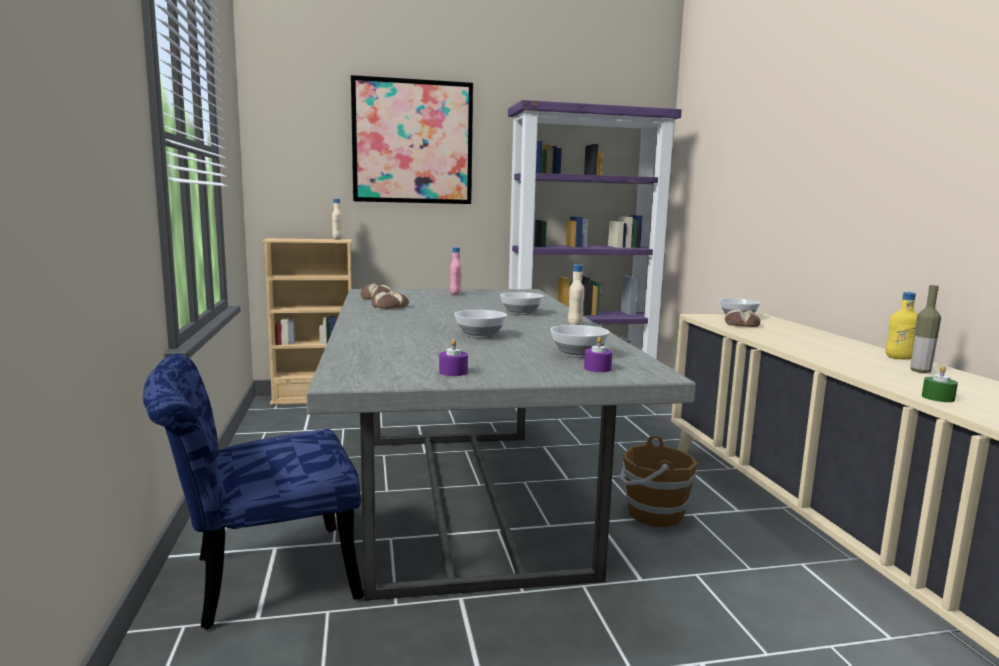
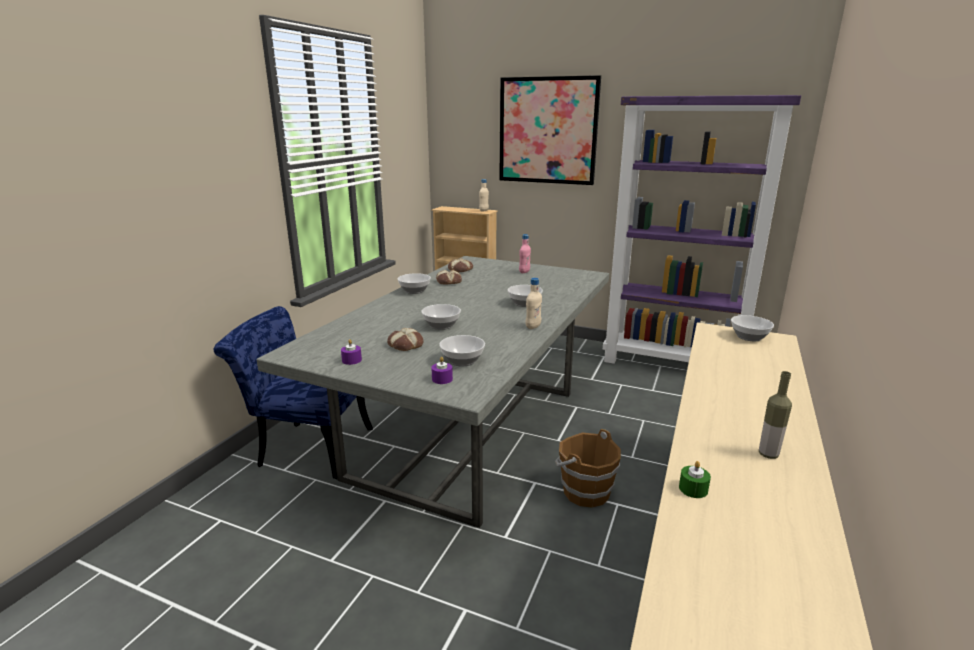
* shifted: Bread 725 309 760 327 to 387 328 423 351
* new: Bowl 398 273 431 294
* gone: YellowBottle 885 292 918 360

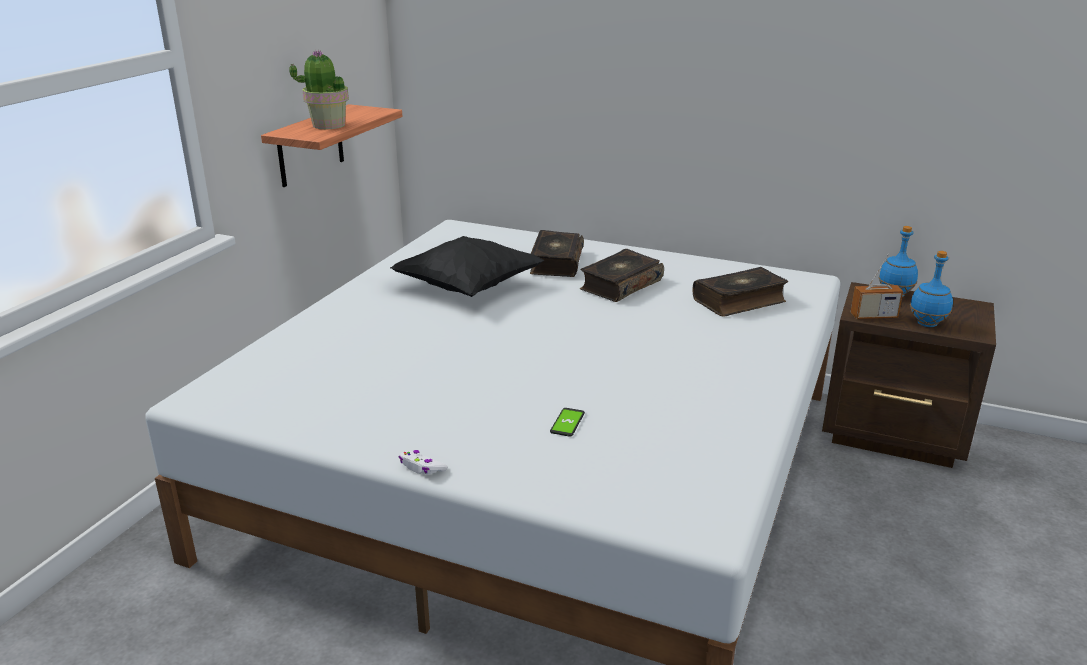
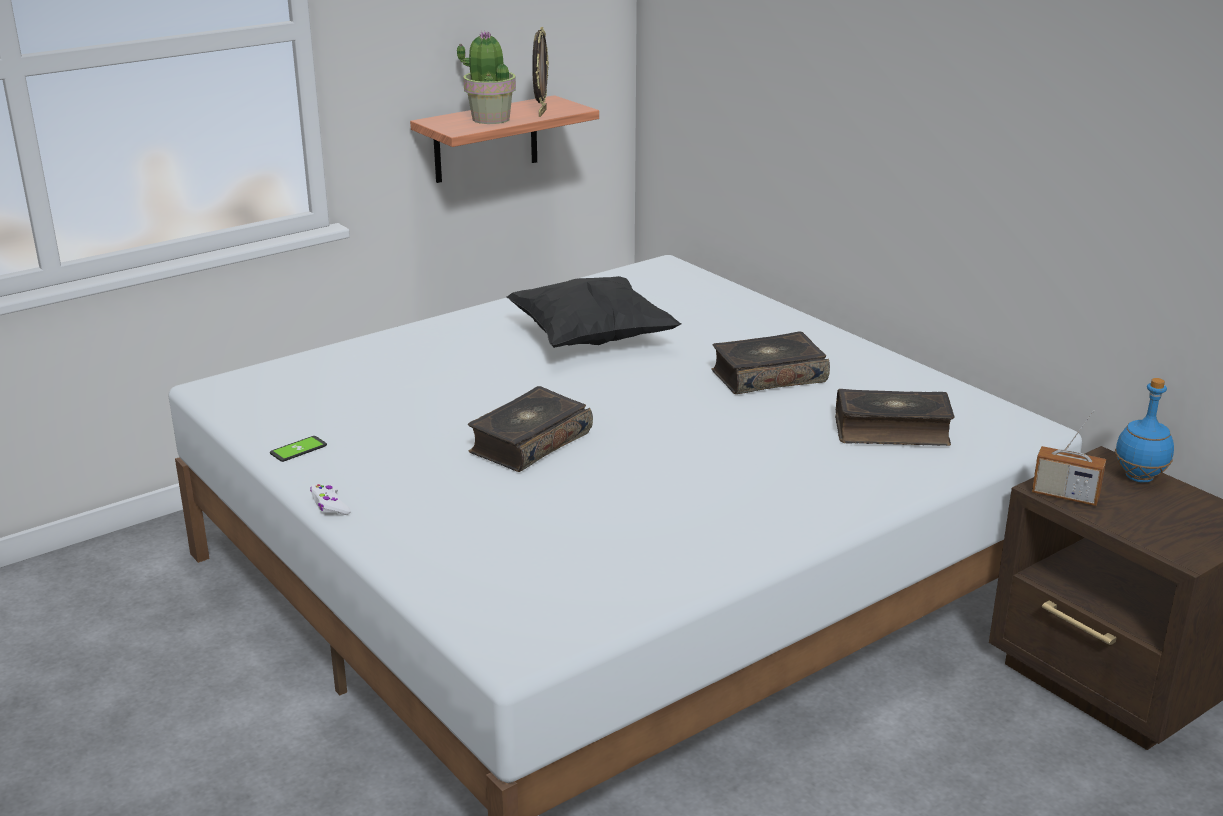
* shifted: Phone 550 408 585 437 to 270 436 327 462
* shifted: Book 530 230 584 277 to 468 386 593 472
* new: PictureFrame 532 27 549 117
* gone: BlueBottle 910 251 953 327

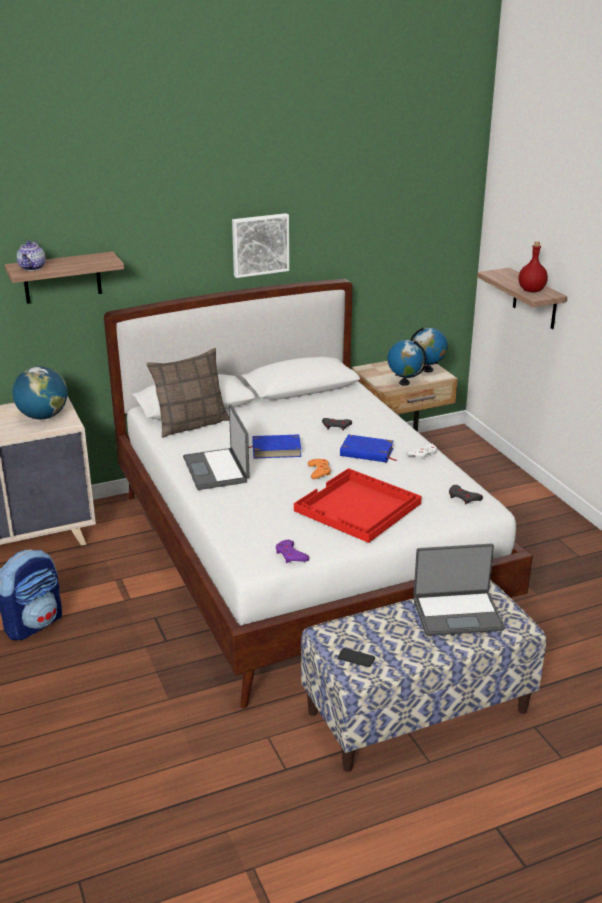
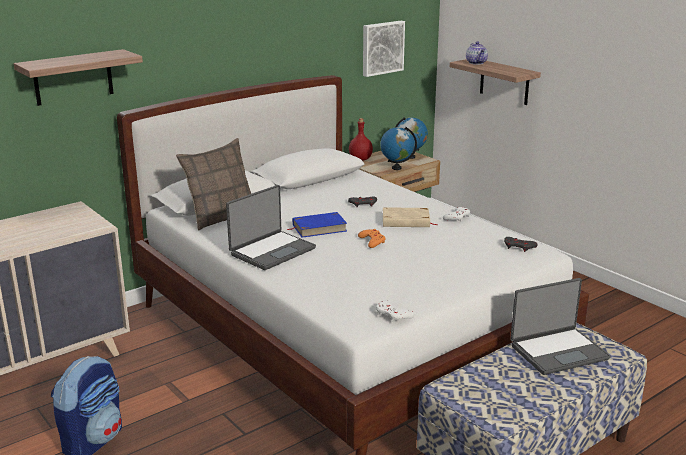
* rotated: Laptop 183 405 250 490 = 226 185 316 270 105 degrees counterclockwise
* shifted: RedBottle 519 241 548 292 to 349 118 373 161
* shifted: Picture 232 213 289 278 to 363 21 405 77
* repainted: PurpleGameController 276 540 309 563 to WhiteGameController 376 300 414 322
* repainted: BlueBook 340 434 396 462 to BeigeBook 383 207 438 227
* shifted: Teapot 17 241 46 271 to 466 41 488 65
* gone: Globe 12 366 67 419
* gone: RedTray 294 468 422 543
* gone: Phone 338 648 375 667

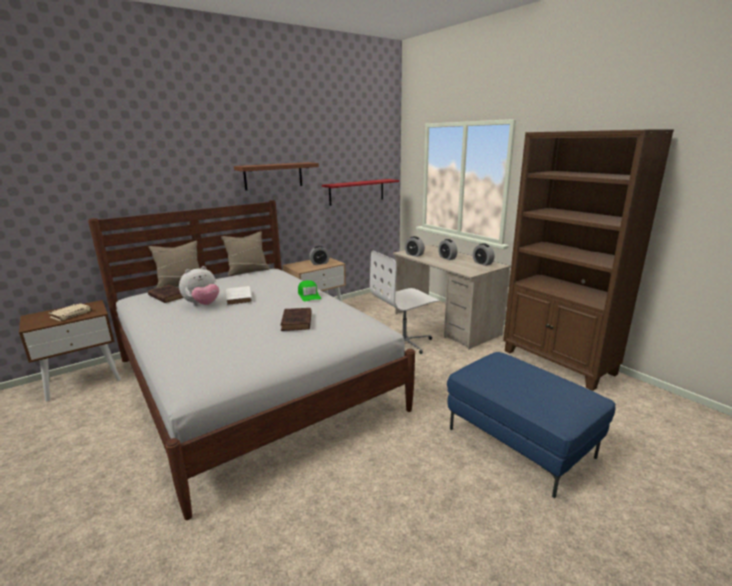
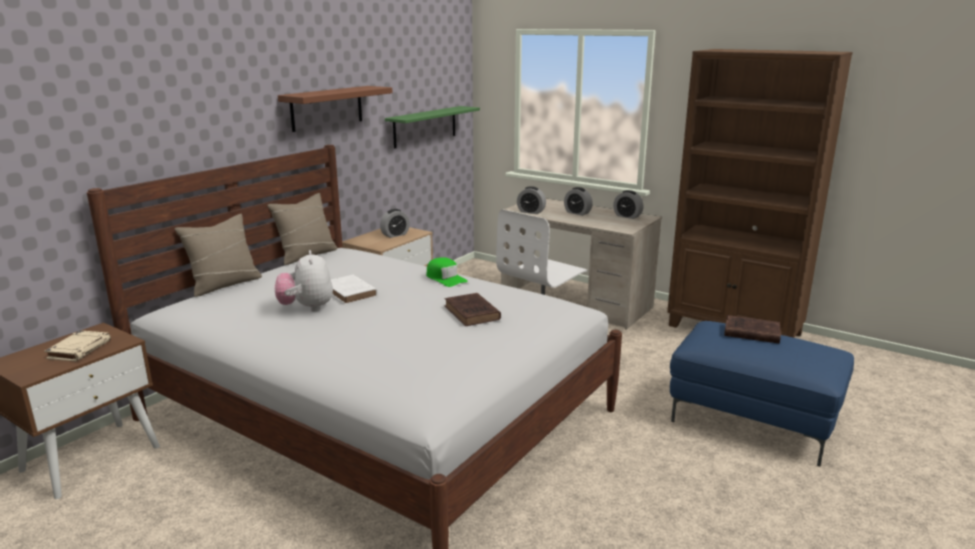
* rotated: PlushToy 179 266 219 306 = 274 250 333 311 135 degrees clockwise
* repainted: RedShelf 322 179 399 206 to GreenShelf 385 106 480 149
* shifted: BrownBook 148 285 184 303 to 724 315 781 344

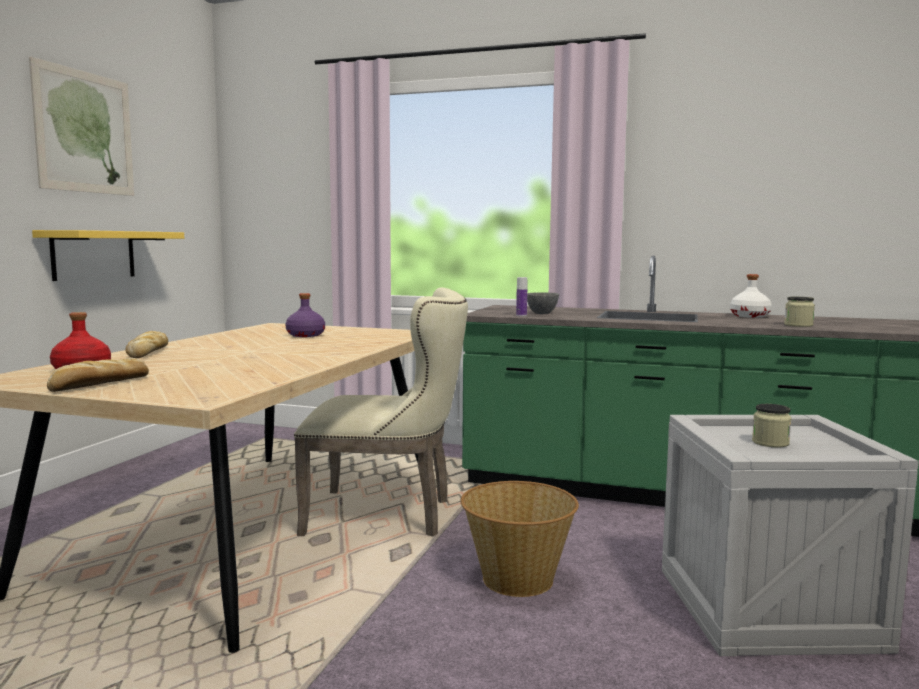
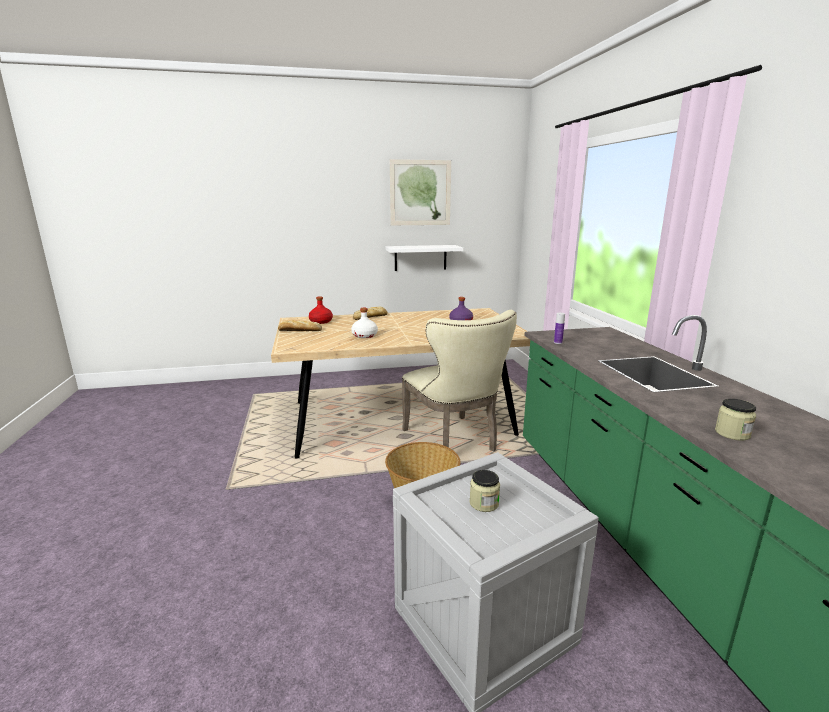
* shifted: WhiteBottle 730 274 772 318 to 351 308 378 338
* repainted: YellowShelf 32 230 184 281 to WhiteShelf 385 245 463 271
* gone: GreyBowl 527 292 559 314

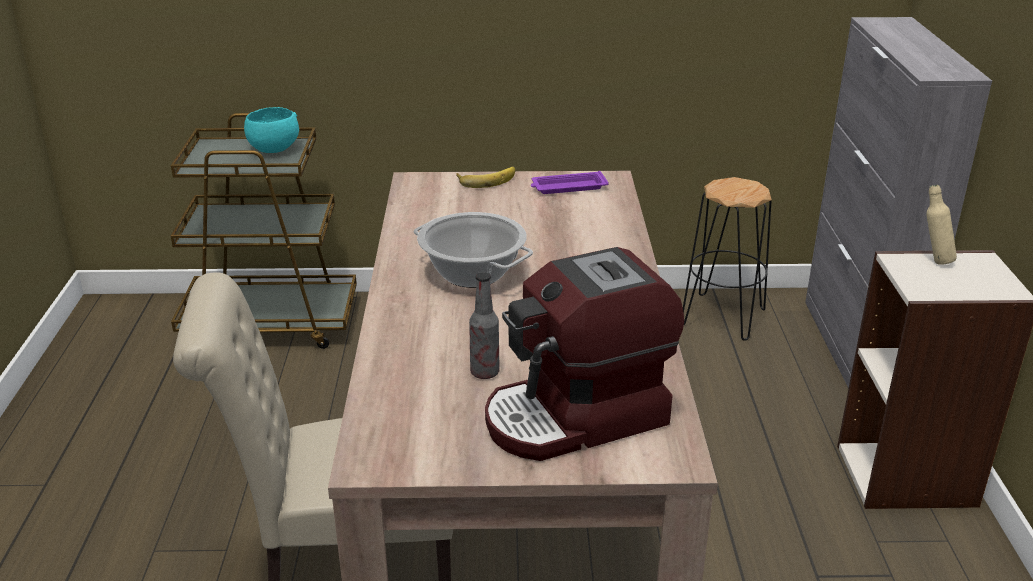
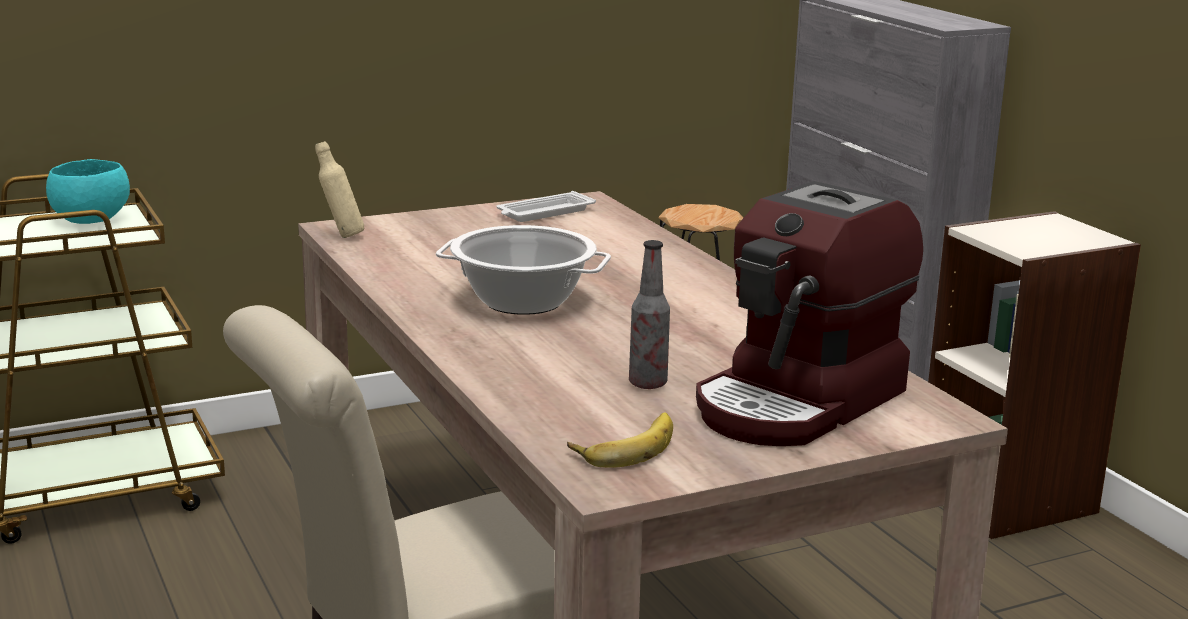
* shifted: BeigeBottle 927 185 957 265 to 315 141 364 238
* repainted: PurpleTray 531 171 609 194 to WhiteTray 496 191 596 222
* shifted: Banana 456 167 515 188 to 567 412 673 468

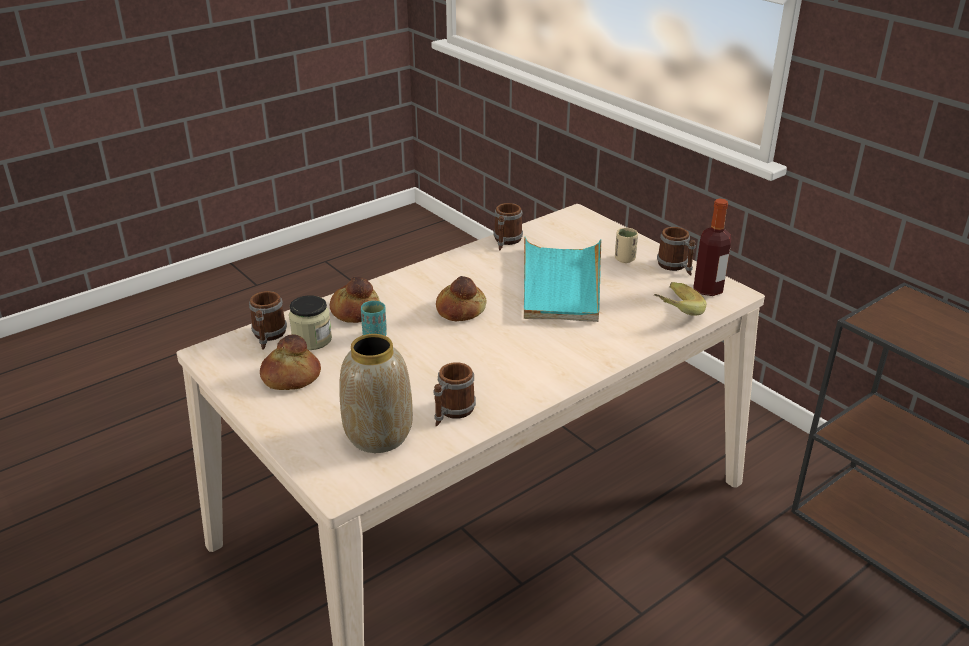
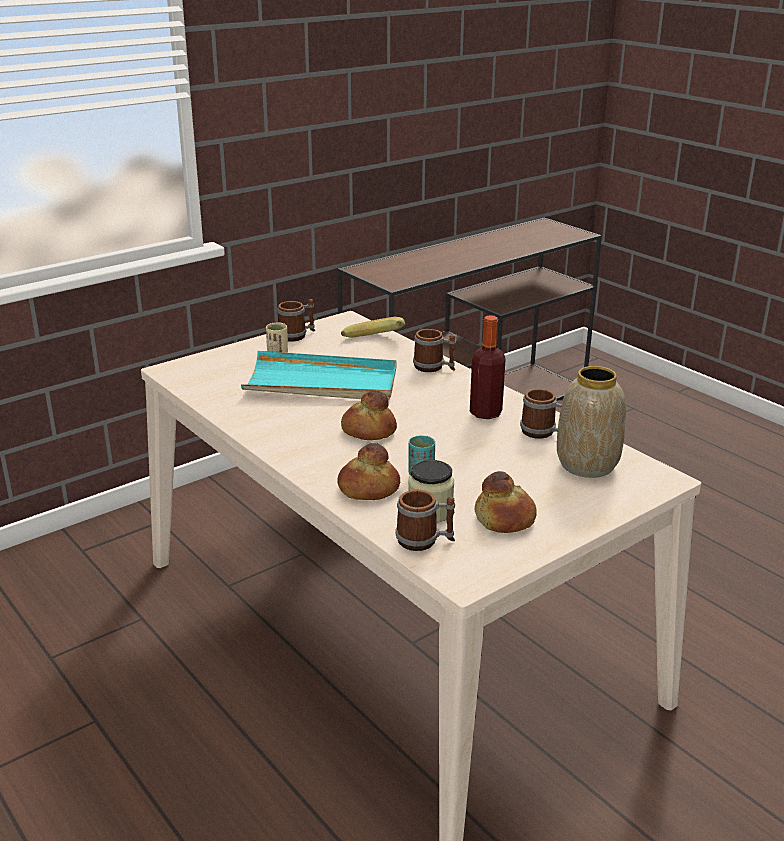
* shifted: Mug 494 203 523 251 to 413 329 455 372
* shifted: Bottle 693 198 732 296 to 470 315 506 419

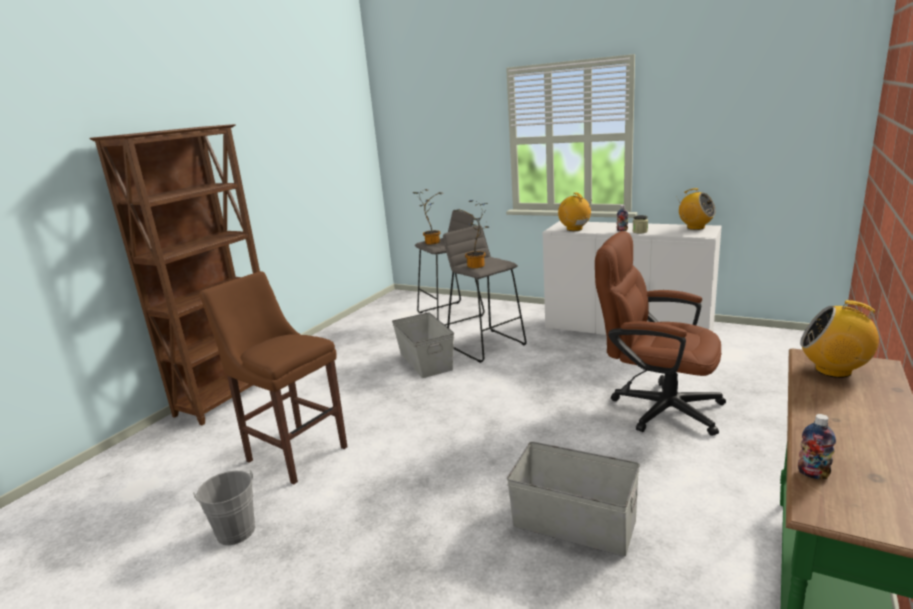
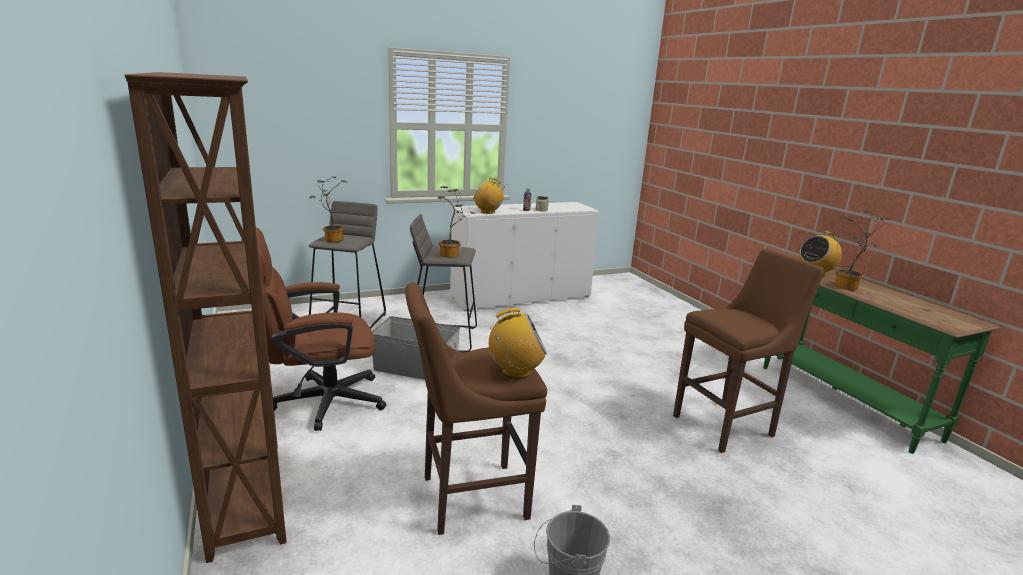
* shifted: BrownOfficeChair 595 231 726 436 to 241 227 386 431
* shifted: Radio 677 188 716 230 to 489 308 547 379
* swapped: GreyStorageBox 507 441 640 556 to BrownStool 673 249 824 453
* new: PottedPlant 835 211 886 290
* gone: Bottle 798 414 836 479

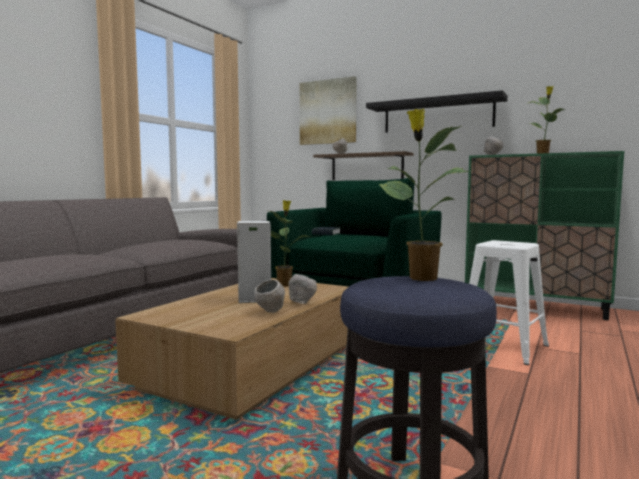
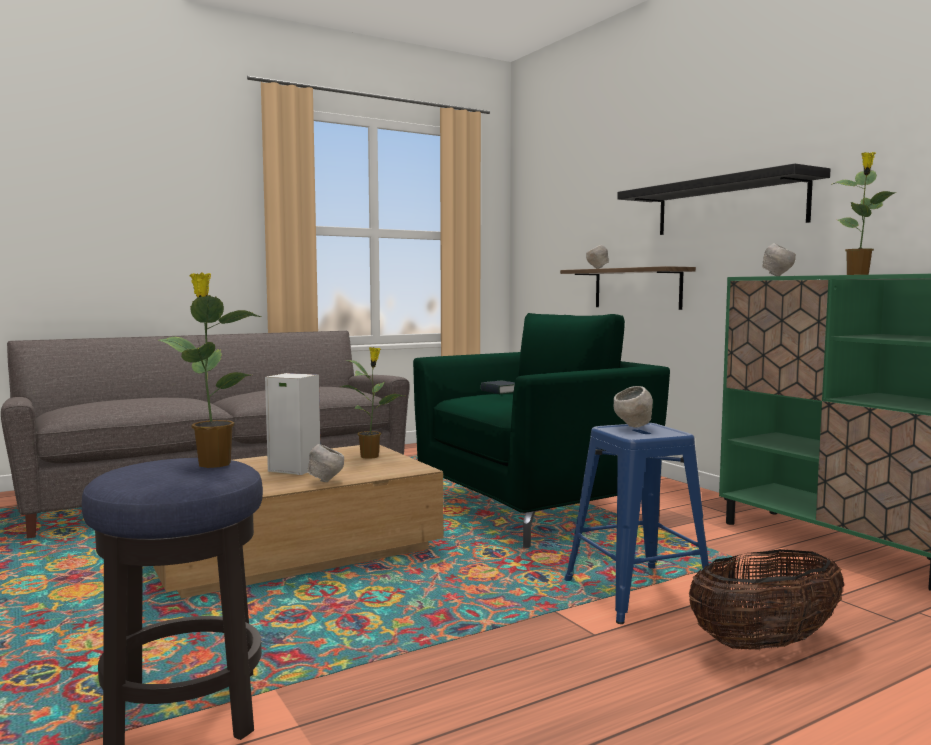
* repainted: WhiteStool 469 240 549 365 to BlueStool 564 423 717 624
* shifted: GreyBowl 254 279 285 313 to 614 386 653 428
* new: Basket 689 549 844 650
* gone: Picture 300 76 357 145

